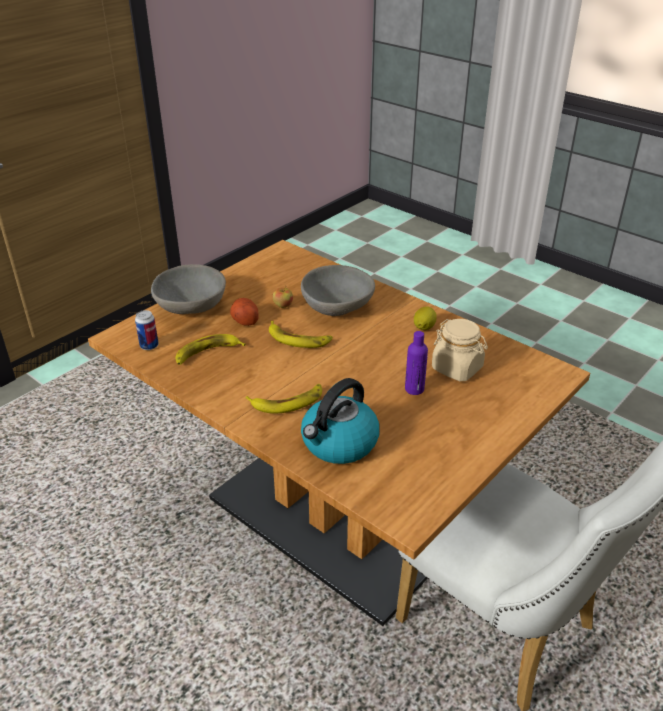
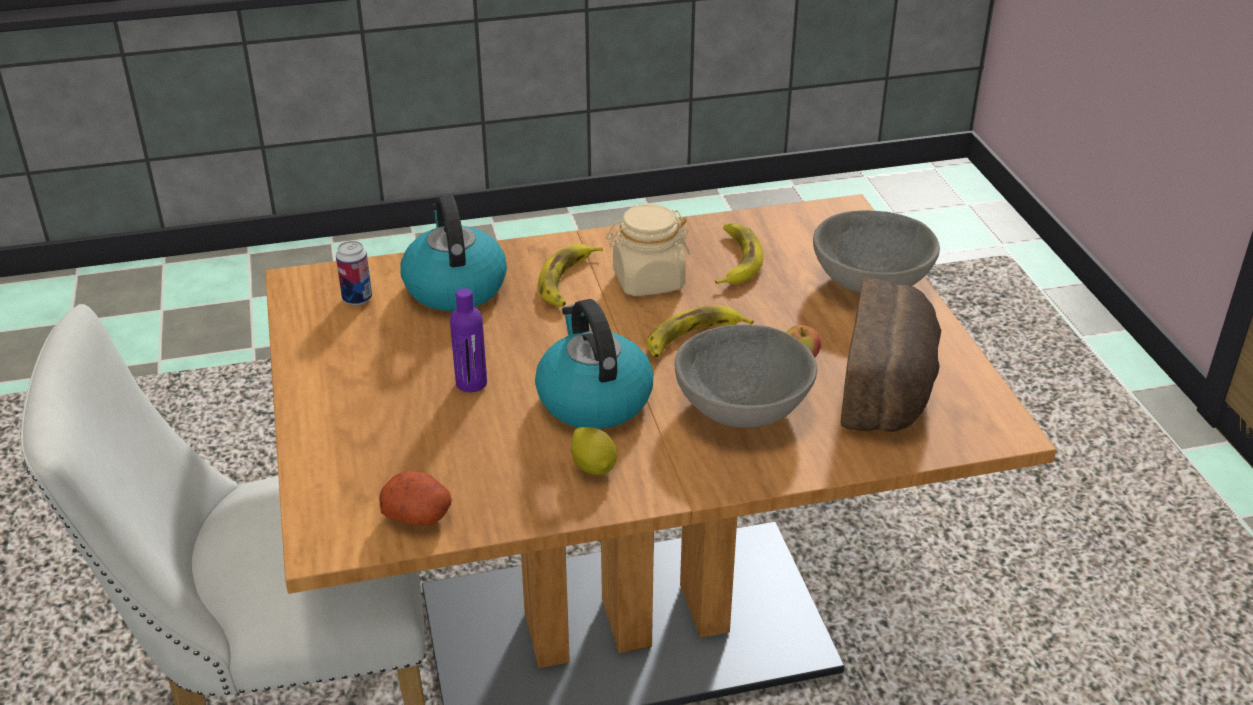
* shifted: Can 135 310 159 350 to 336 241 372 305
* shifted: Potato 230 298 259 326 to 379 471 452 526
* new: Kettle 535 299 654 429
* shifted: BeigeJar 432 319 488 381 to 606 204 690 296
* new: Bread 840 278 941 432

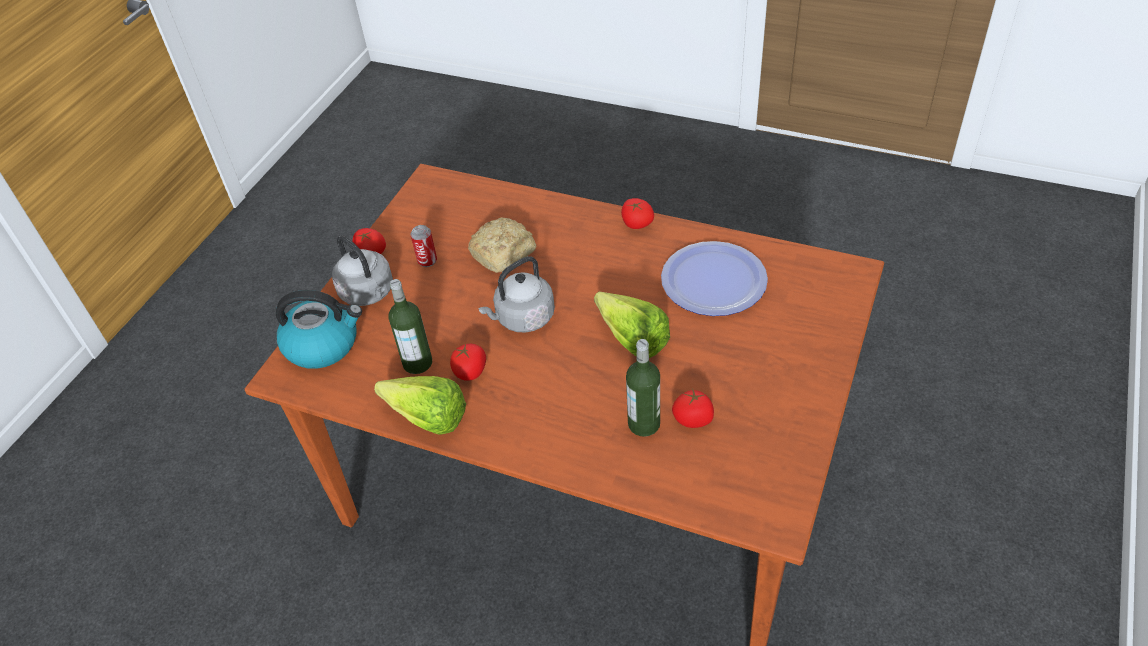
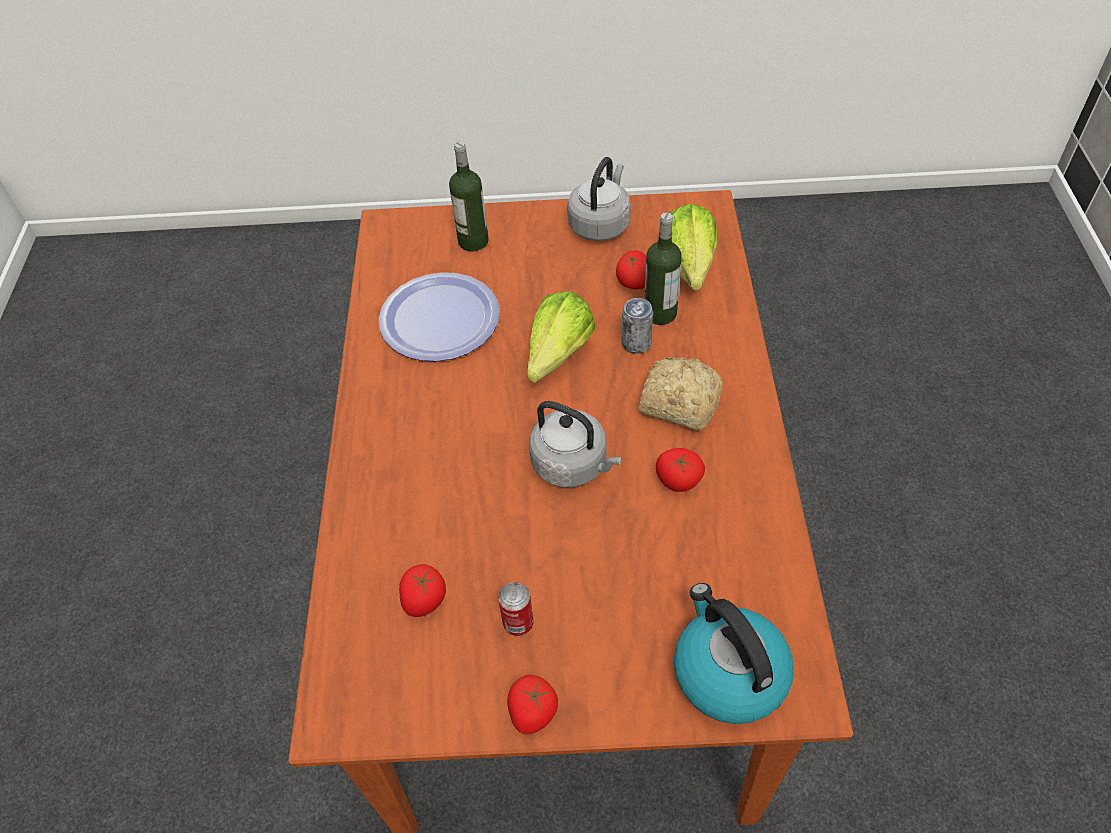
* shifted: Tomato 621 198 654 229 to 399 564 446 617
* shifted: Bottle 389 279 432 374 to 449 141 489 251
* shifted: GreyKettle 332 235 393 306 to 567 157 631 241
* new: Can 622 298 653 354
* shifted: Bread 468 218 537 273 to 638 357 723 430
* shifted: Lettuce 374 376 466 435 to 670 203 718 290

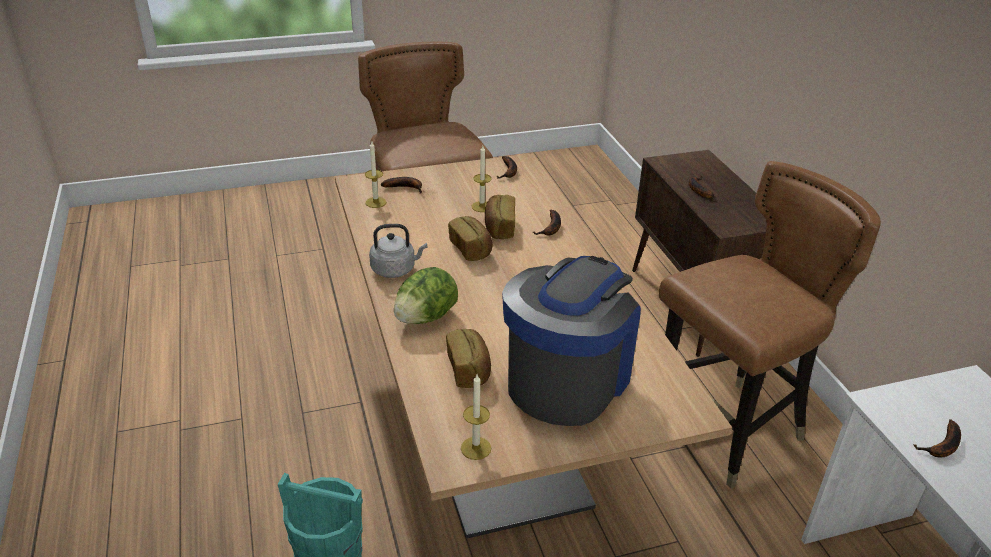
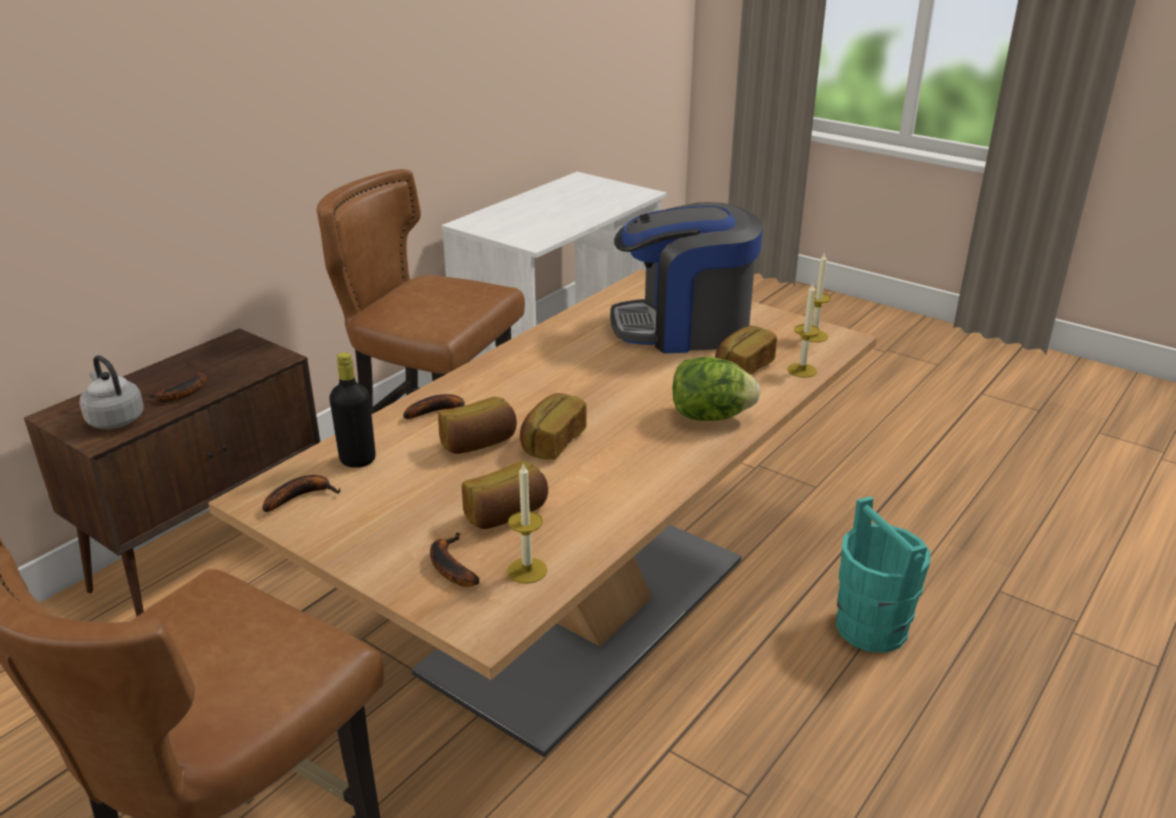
* shifted: GreyKettle 369 224 427 278 to 80 355 144 429
* new: BlackBottle 329 352 376 468
* new: Bread 462 461 548 529
* shifted: Candle 472 146 491 212 to 787 282 820 378
* gone: Banana 913 419 961 457

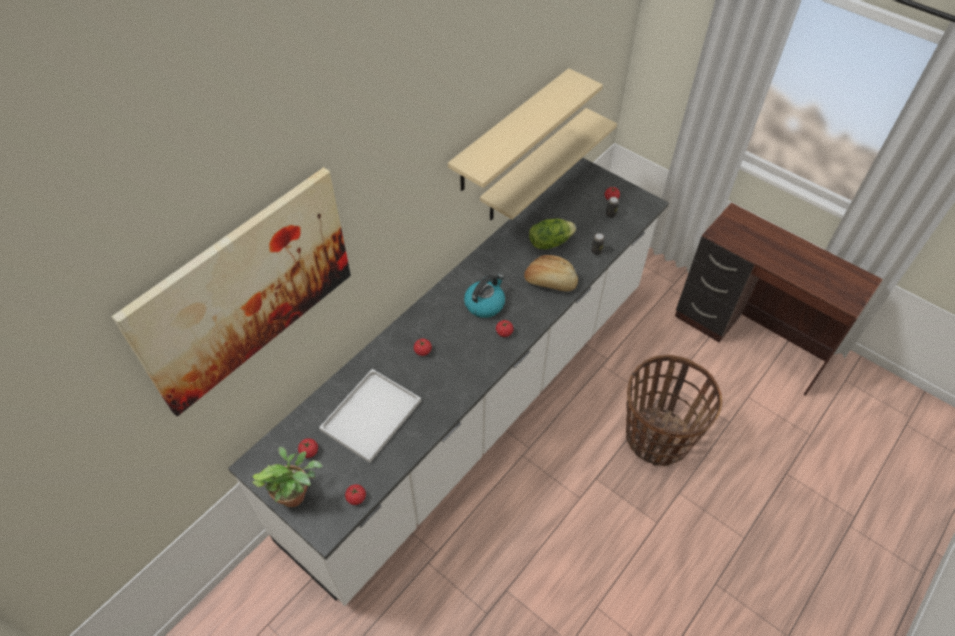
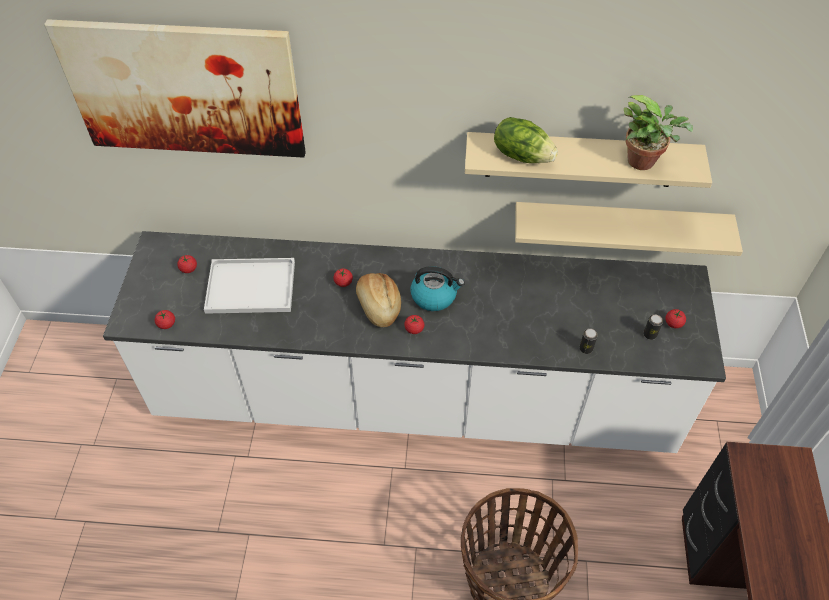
* shifted: Bread 524 255 578 291 to 356 273 401 327
* shifted: Lettuce 529 219 576 250 to 494 117 558 163
* shifted: PottedPlant 252 447 323 507 to 624 95 693 170

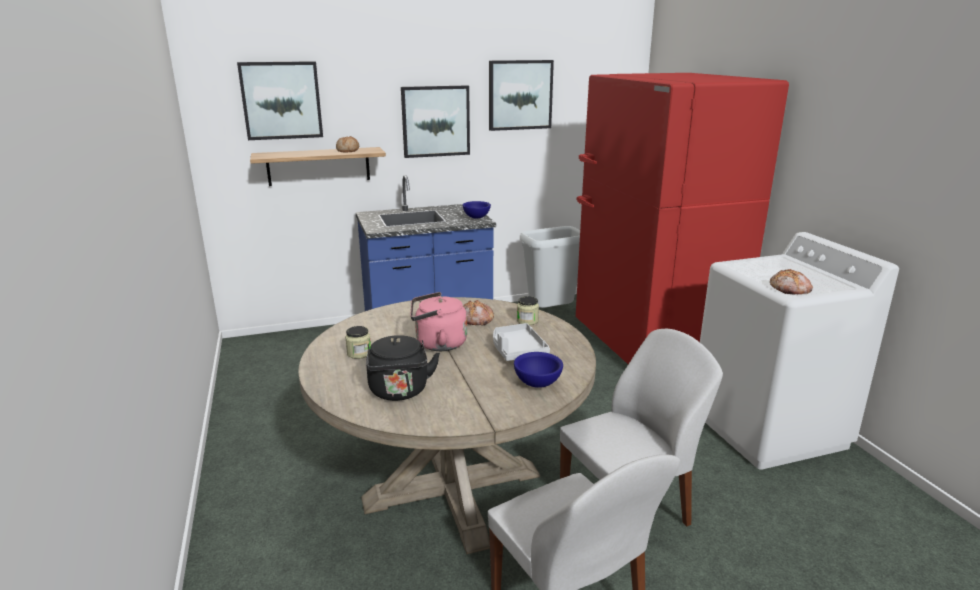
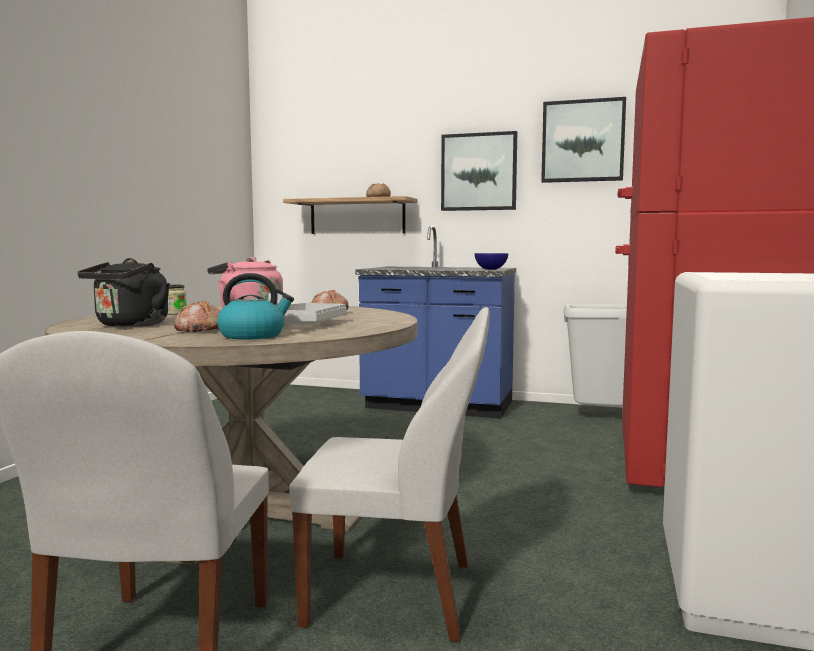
* shifted: Bread 770 269 813 294 to 174 300 221 332
* swapped: BlueBowl 514 352 563 388 to Kettle 217 273 294 340
* gone: Picture 237 61 323 140
* gone: Jar 517 296 539 325

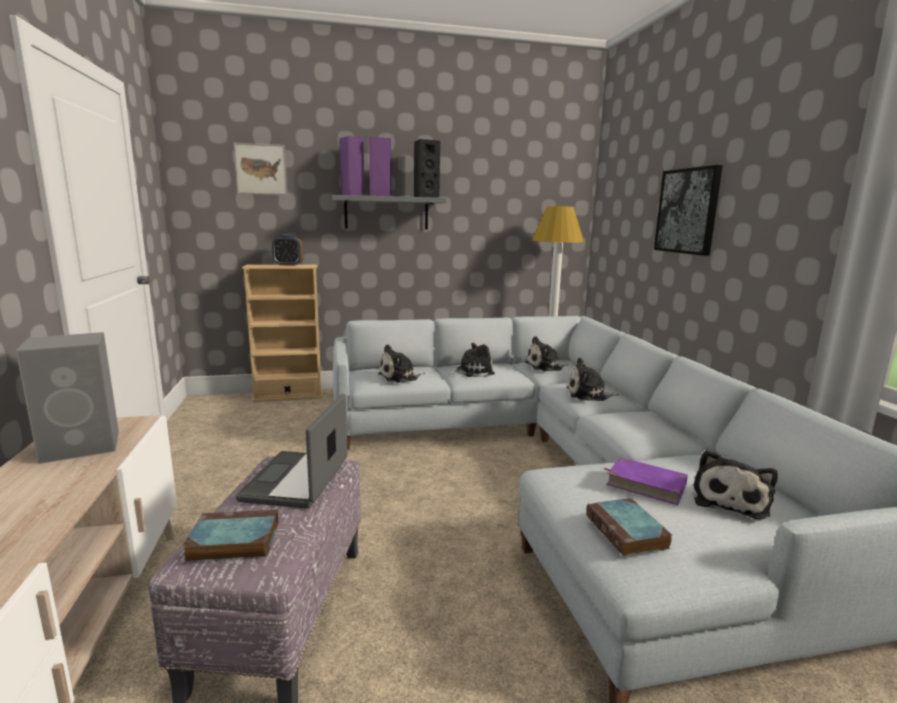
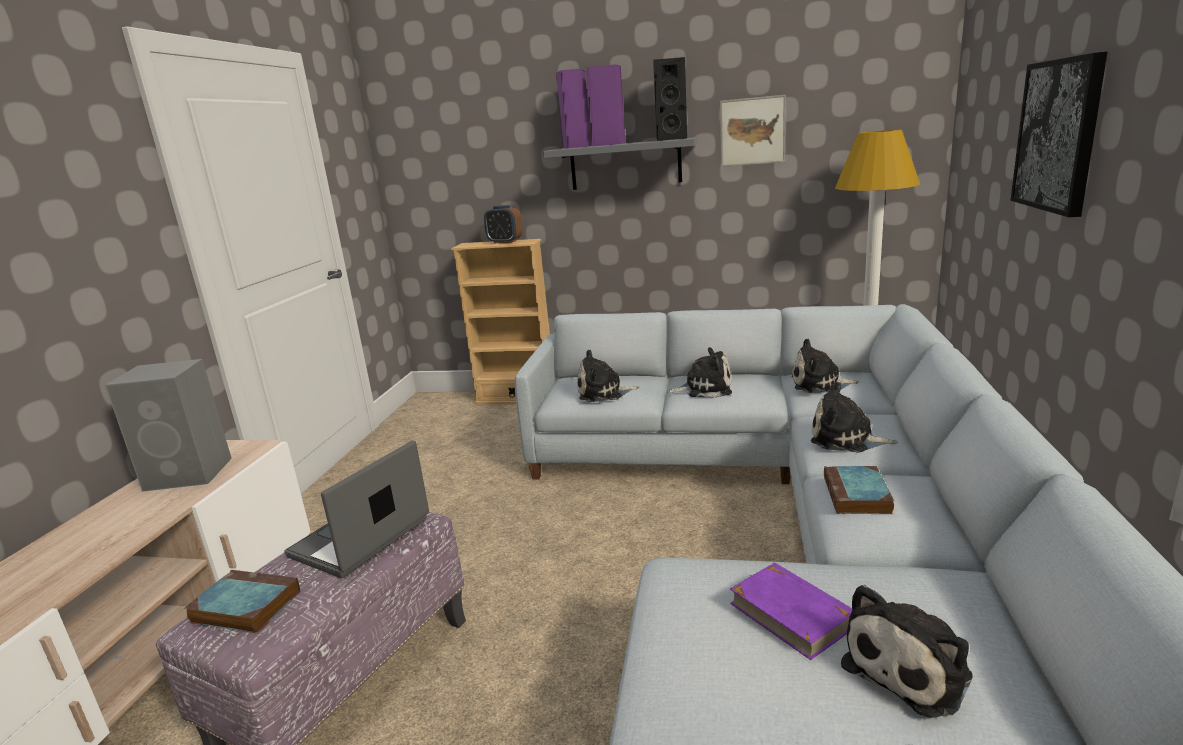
* shifted: Picture 233 142 287 195 to 720 95 786 167
* shifted: Book 586 498 672 556 to 824 466 894 514

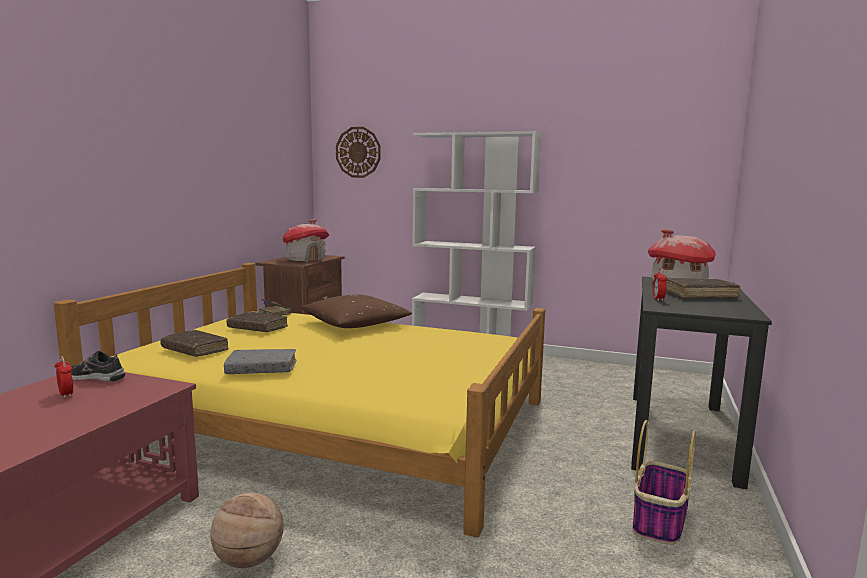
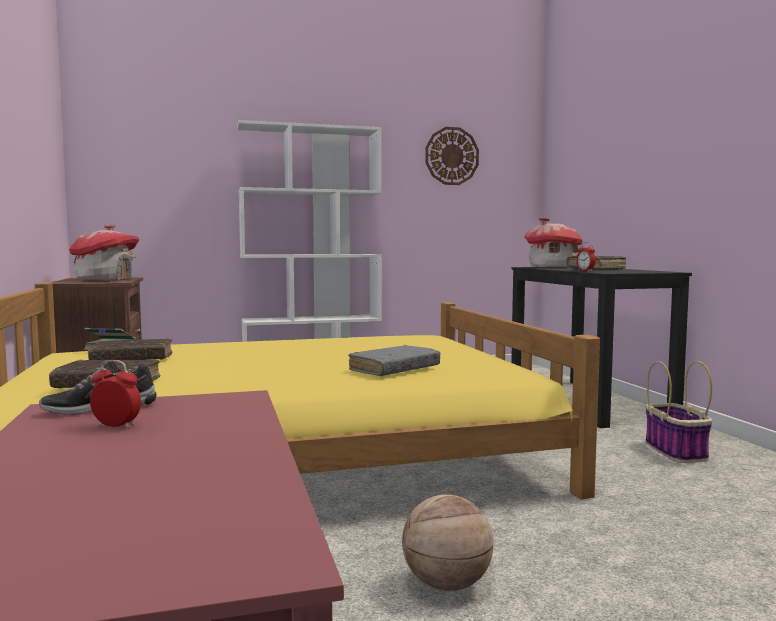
* shifted: GreyBook 224 349 296 374 to 348 345 440 376
* shifted: WallClock 336 127 381 178 to 425 127 479 185
* gone: BrownPillow 301 295 412 328

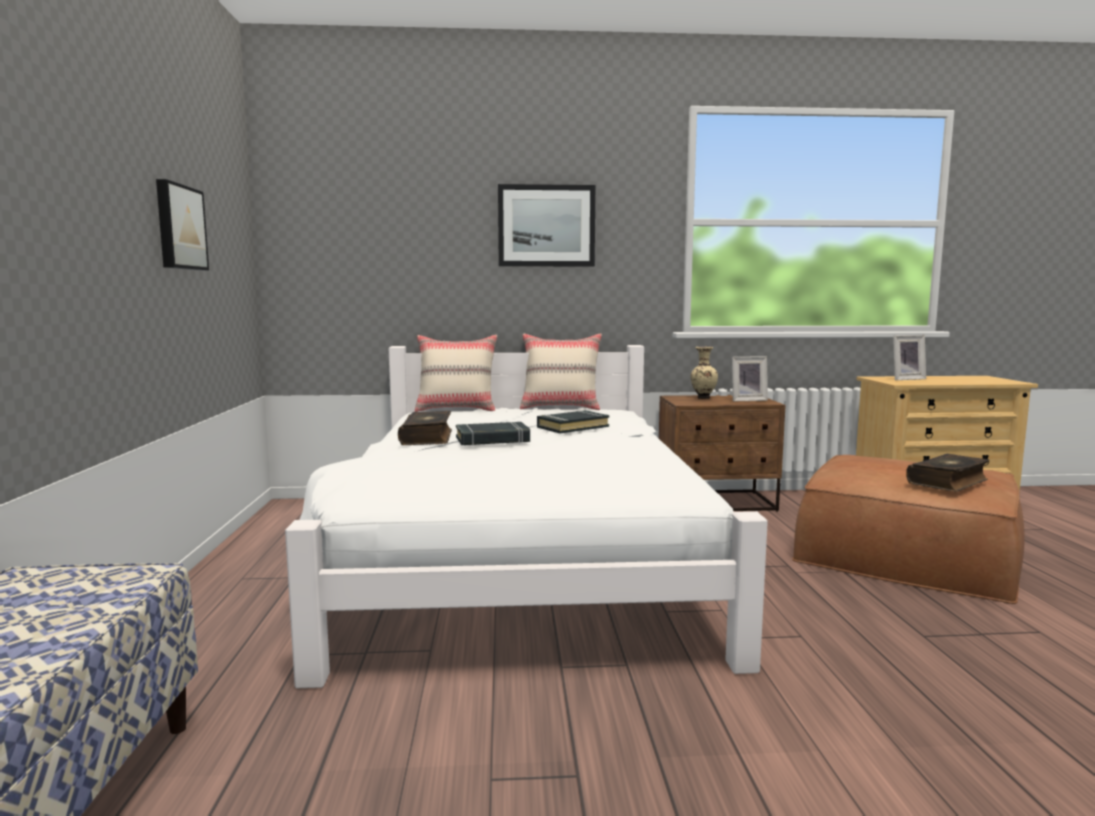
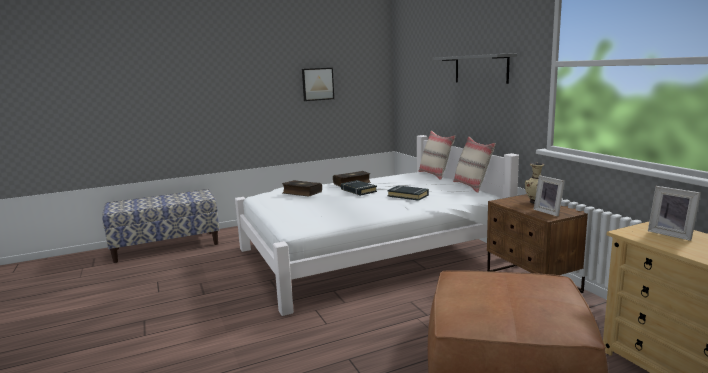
* shifted: Book 906 454 989 492 to 282 180 322 197
* swapped: Picture 498 184 595 266 to GreyShelf 433 53 517 84

